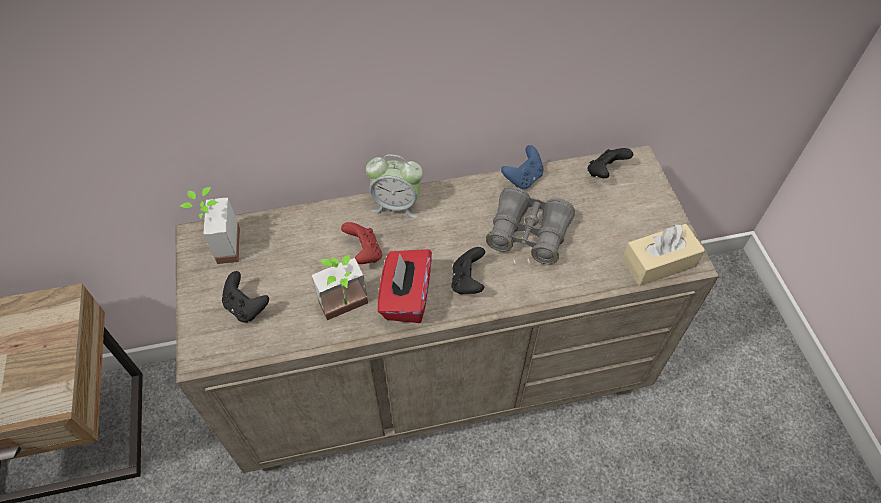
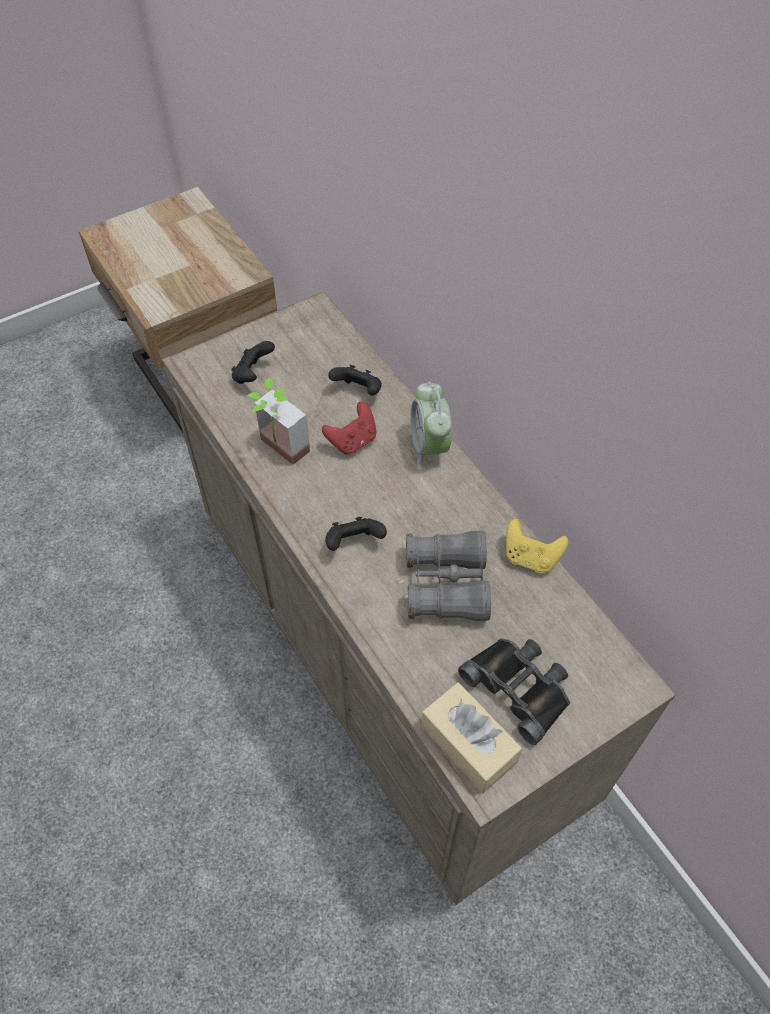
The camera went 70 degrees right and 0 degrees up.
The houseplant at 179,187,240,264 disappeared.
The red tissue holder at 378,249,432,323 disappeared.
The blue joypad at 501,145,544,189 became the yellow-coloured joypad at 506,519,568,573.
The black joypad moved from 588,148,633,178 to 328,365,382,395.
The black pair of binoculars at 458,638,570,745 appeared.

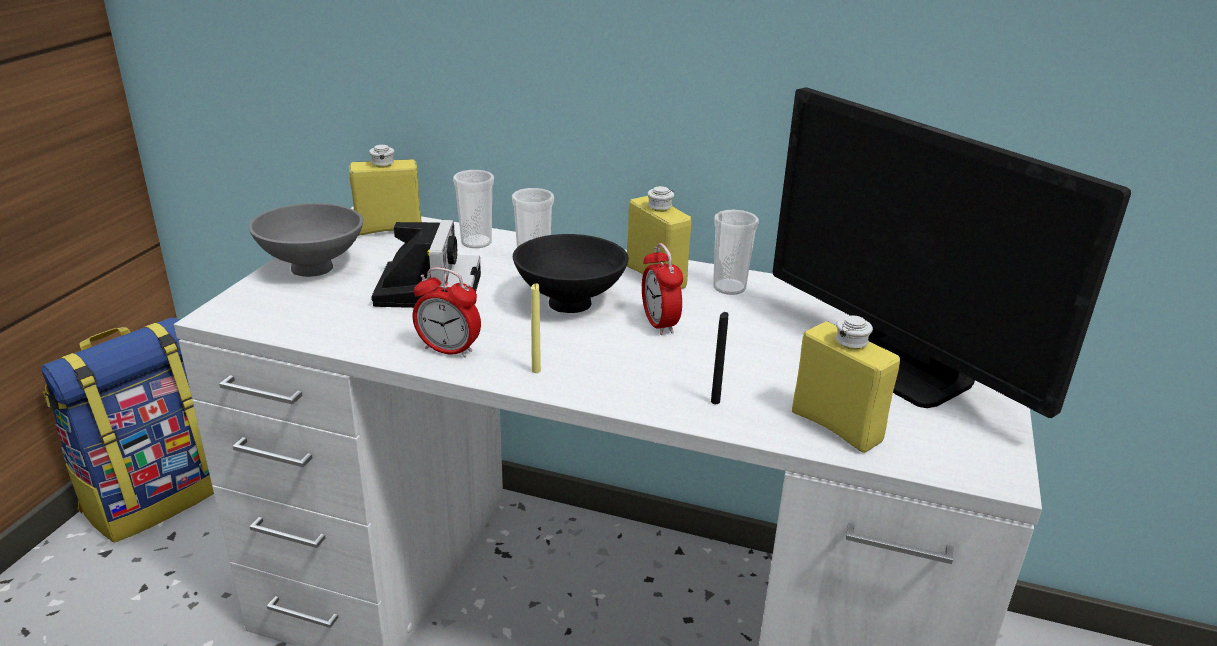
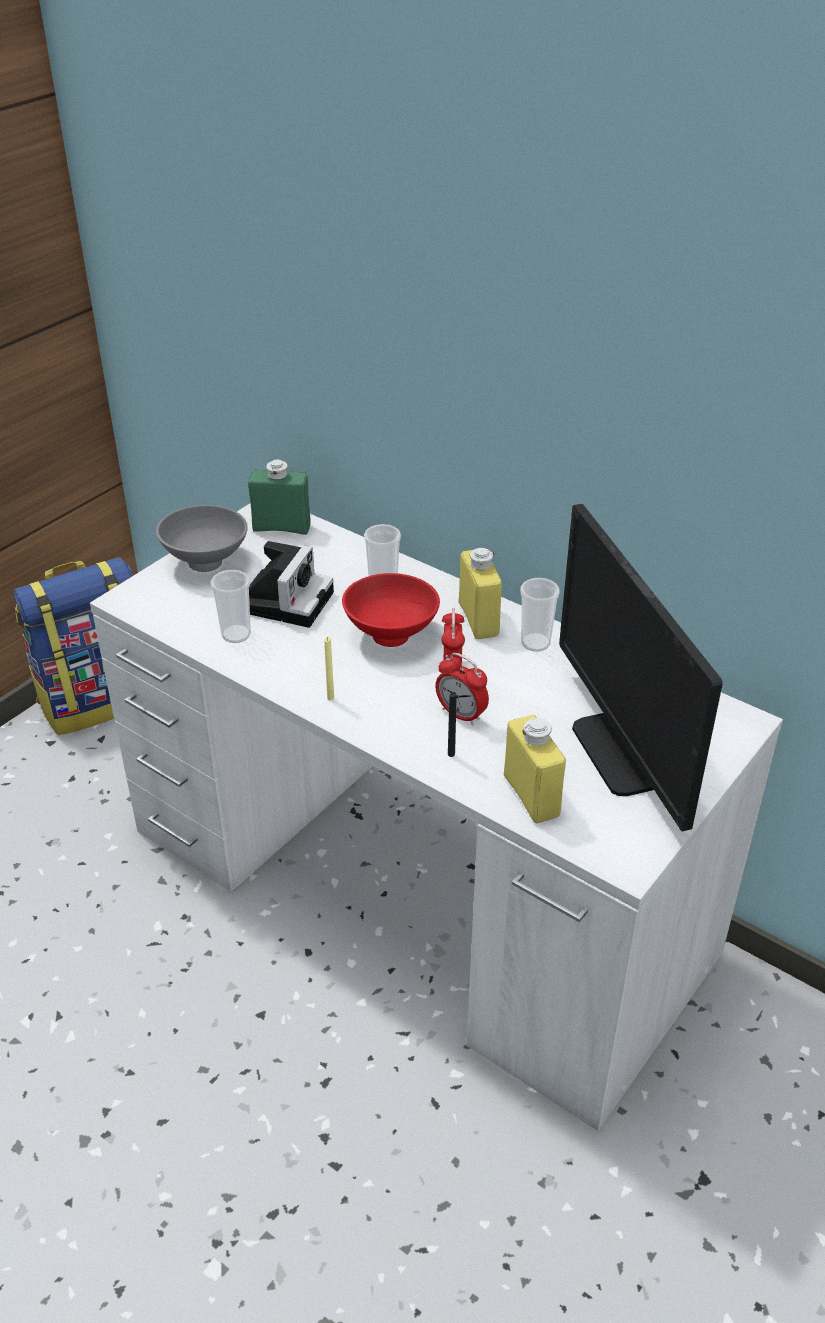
The camera went 20 degrees right and 10 degrees up.
The yellow-coloured beverage bottle at 349,145,422,236 became the green beverage bottle at 248,460,311,535.
The bedside clock moved from 413,267,481,358 to 435,653,489,725.
The drinking cup moved from 453,170,494,248 to 211,570,251,643.
The black deep dish at 513,234,629,313 became the red deep dish at 342,573,440,647.

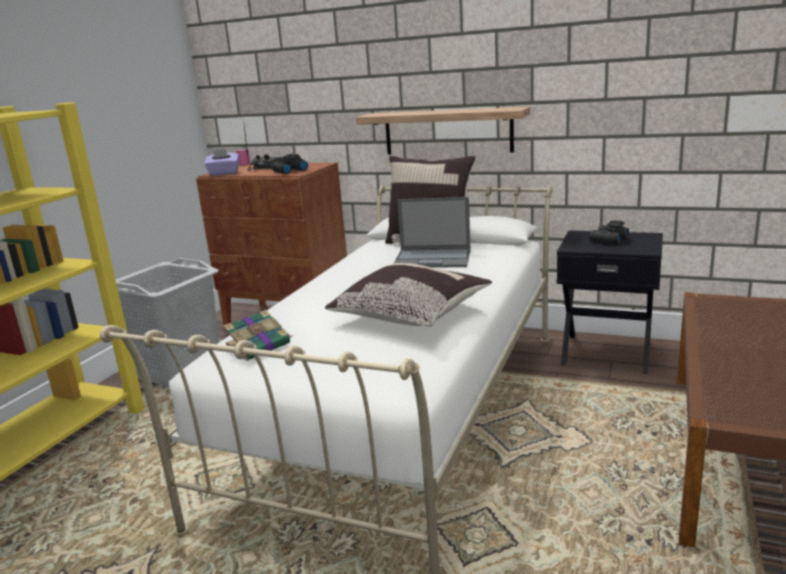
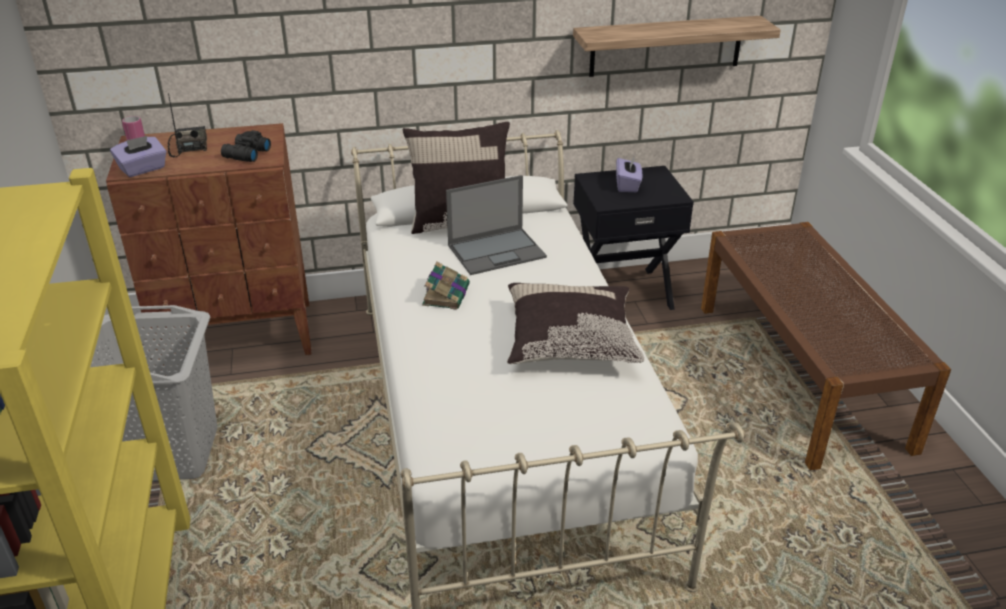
The camera went 35 degrees left and 15 degrees up.
The volume moved from 223,310,294,361 to 422,262,470,310.
The wall shelf moved from 356,107,530,155 to 573,16,781,77.
The black pair of binoculars at 589,220,629,244 was replaced by the purple tissue holder at 616,157,642,192.

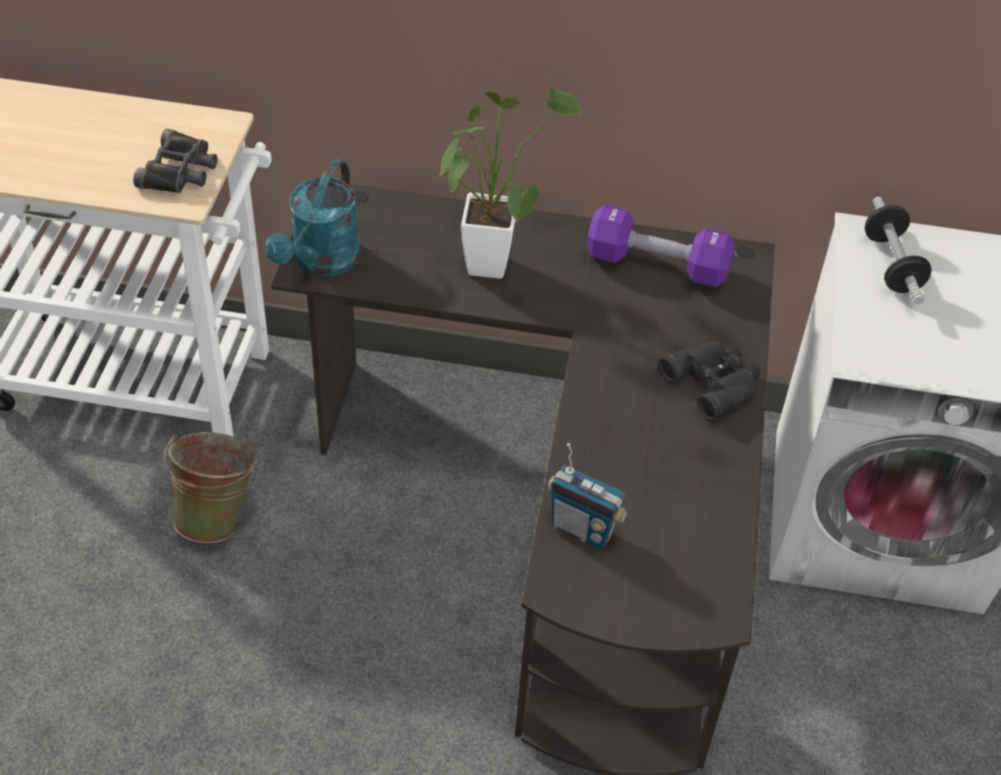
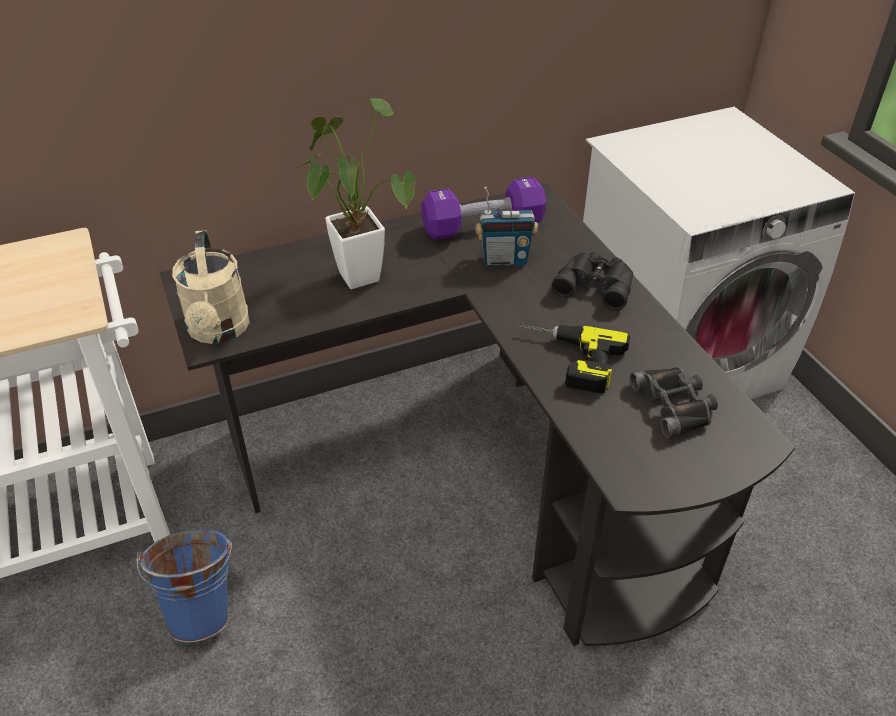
The camera went 30 degrees left and 5 degrees down.
The black pair of binoculars moved from 133,129,217,193 to 630,367,718,438.
The green bucket at 163,432,257,543 became the blue bucket at 137,529,232,643.
The turquoise watering pot at 265,159,360,277 became the sand-coloured watering pot at 172,230,250,344.
The radio receiver moved from 547,443,628,550 to 475,187,538,266.
The hand weight at 865,197,932,304 disappeared.
The drill at 519,324,630,393 appeared.

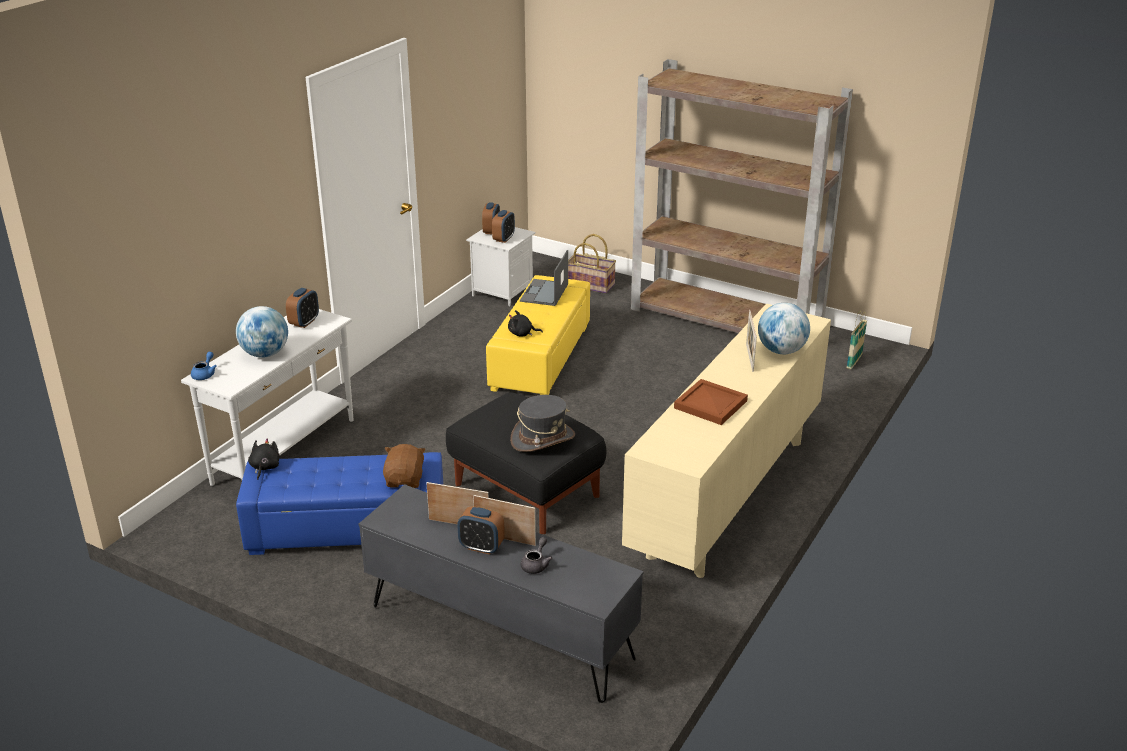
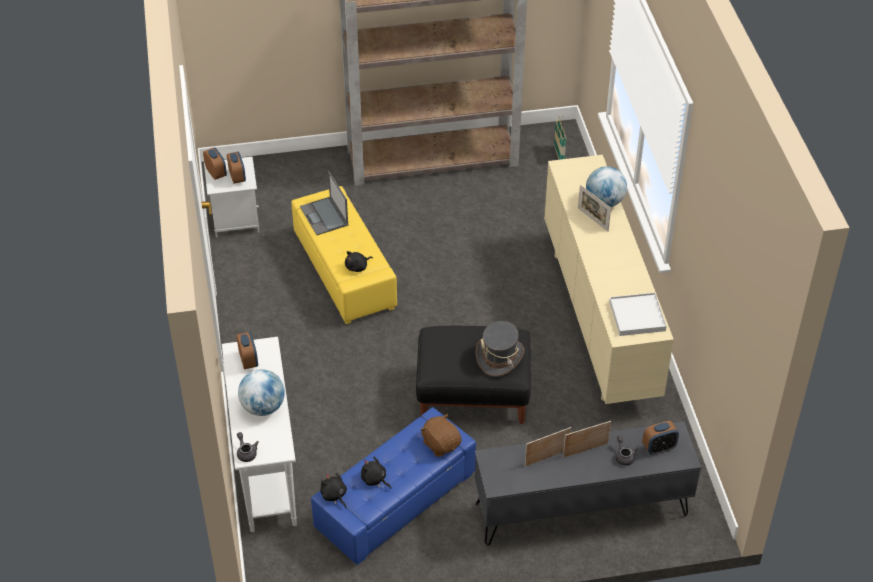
The camera went 40 degrees left and 15 degrees up.
The blue tea pot at 191,352,217,380 became the gray tea pot at 237,432,258,462.
The bedside clock moved from 457,506,505,555 to 643,421,679,455.
The household basket at 568,234,616,293 disappeared.
The brown-coloured tray at 674,379,748,425 disappeared.
The black plush toy at 361,457,391,489 appeared.
The whitish tray at 609,293,667,336 appeared.

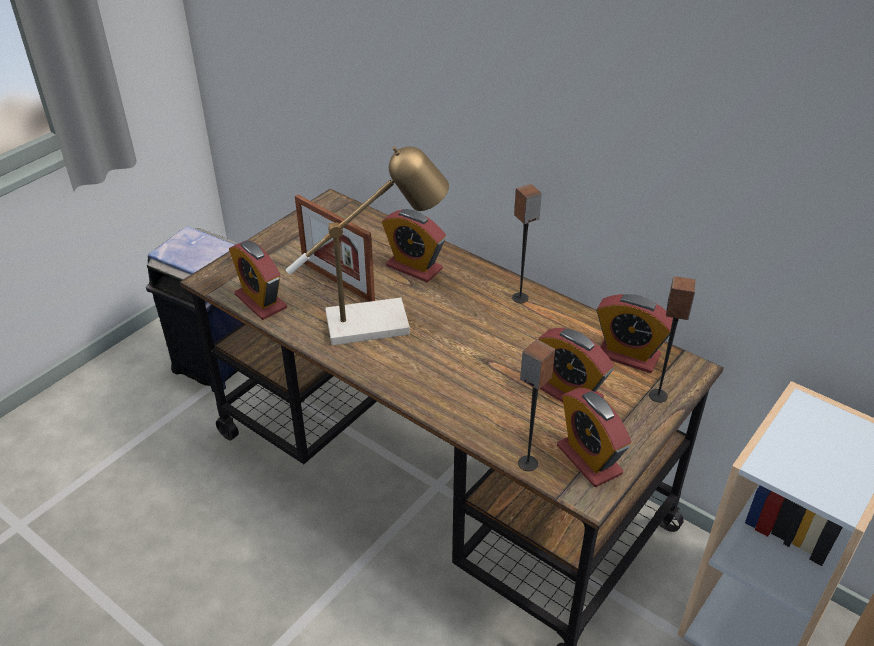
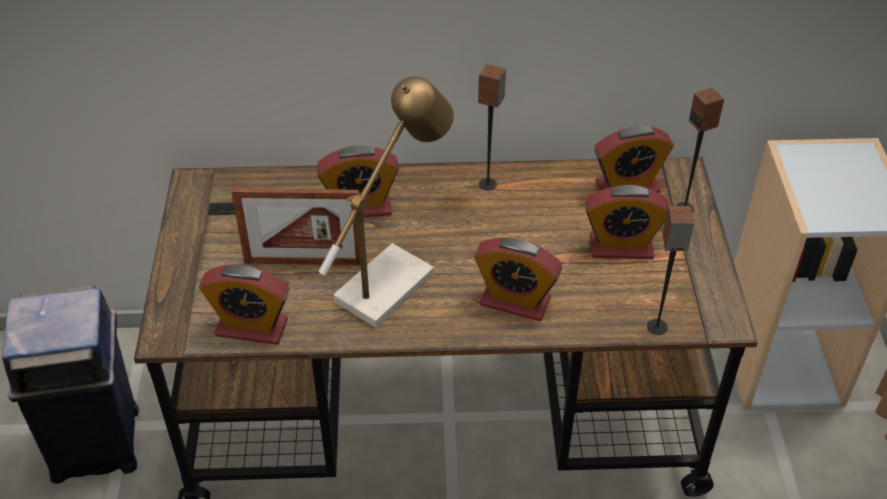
The camera went 40 degrees left and 5 degrees up.
The bedside clock moved from 557,388,631,487 to 474,237,562,321.

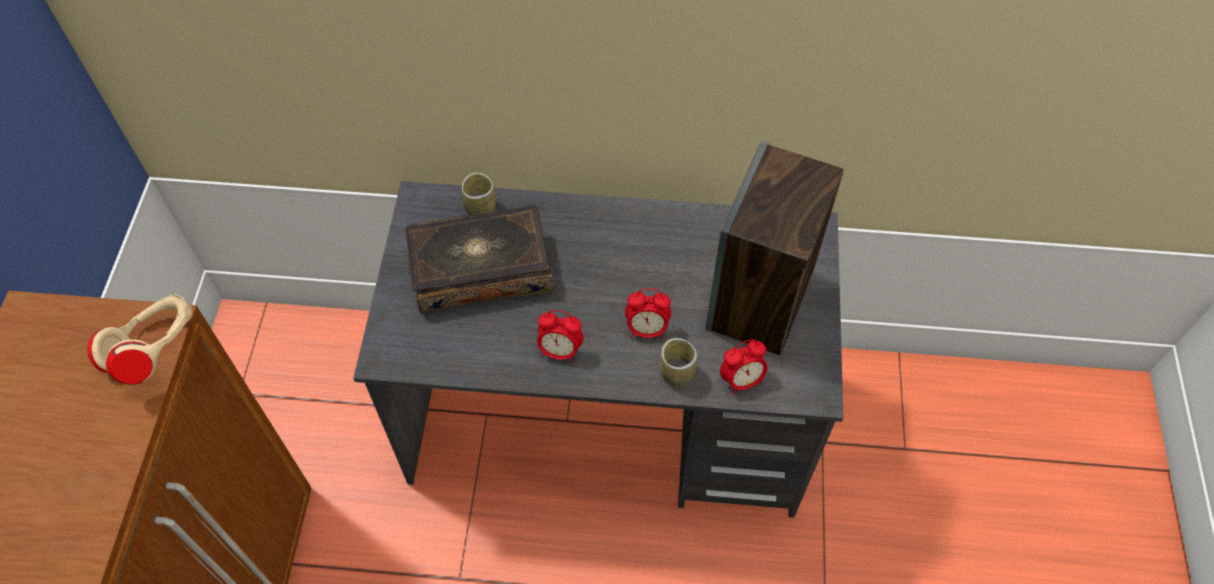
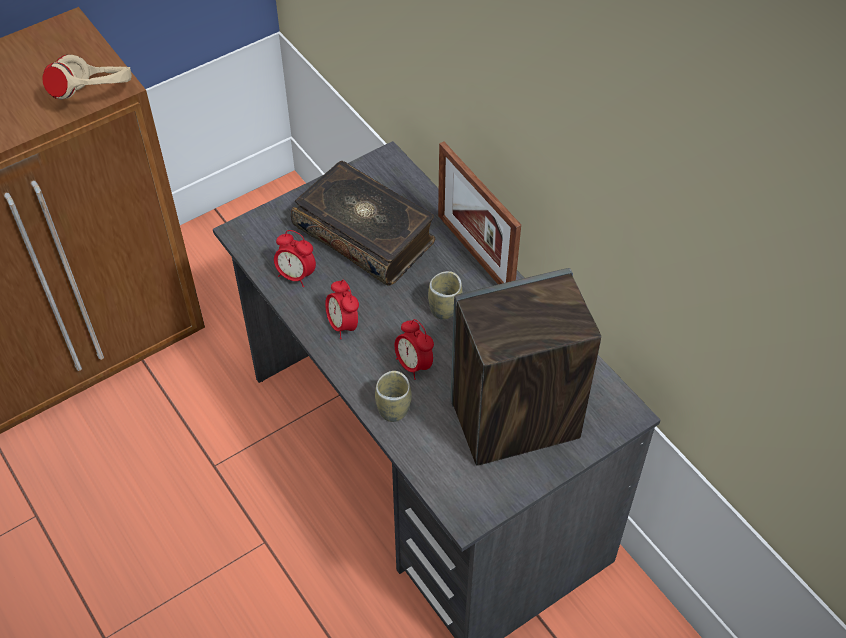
The camera went 50 degrees right and 5 degrees down.
The drinking cup moved from 462,173,496,216 to 428,271,462,320.
The bedside clock moved from 720,339,767,395 to 274,230,316,287.
The photo frame at 438,142,521,284 appeared.

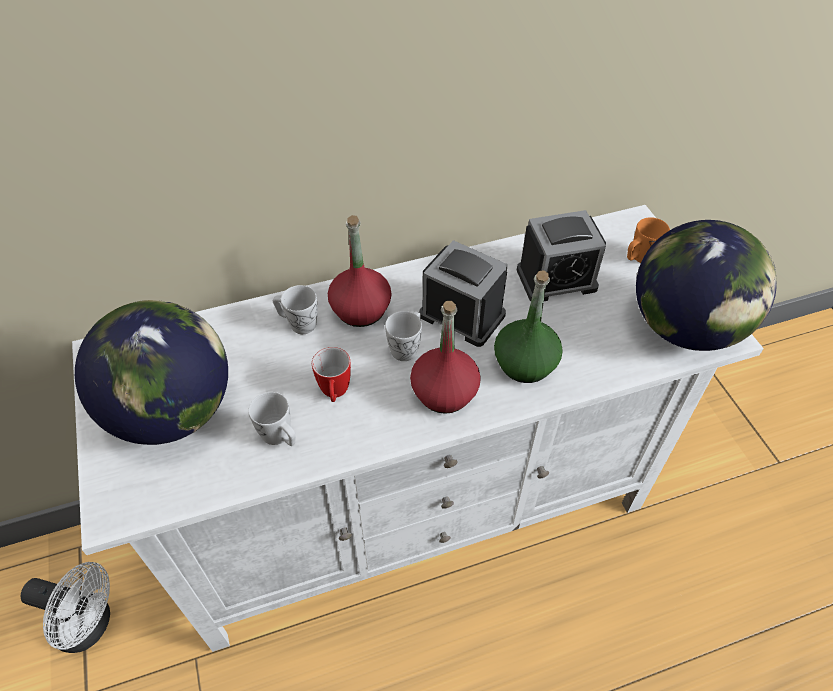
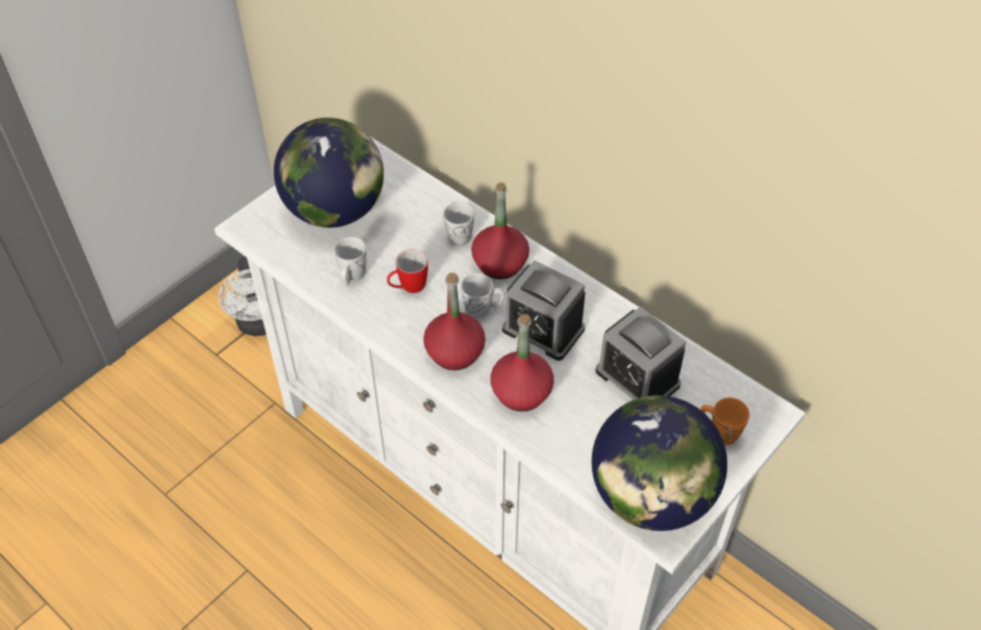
The camera went 60 degrees right and 0 degrees up.
The bedside clock at 419,240,508,347 turned 120 degrees clockwise.
The green beverage bottle at 494,270,563,383 became the red beverage bottle at 490,314,554,411.

